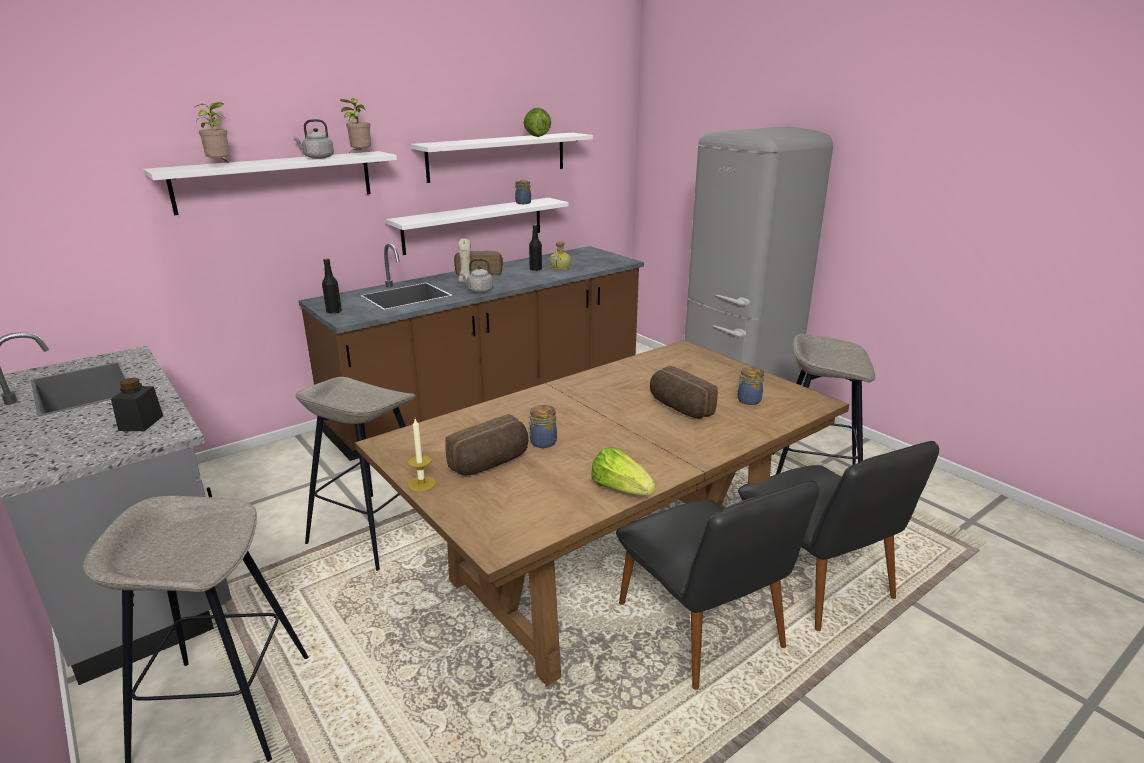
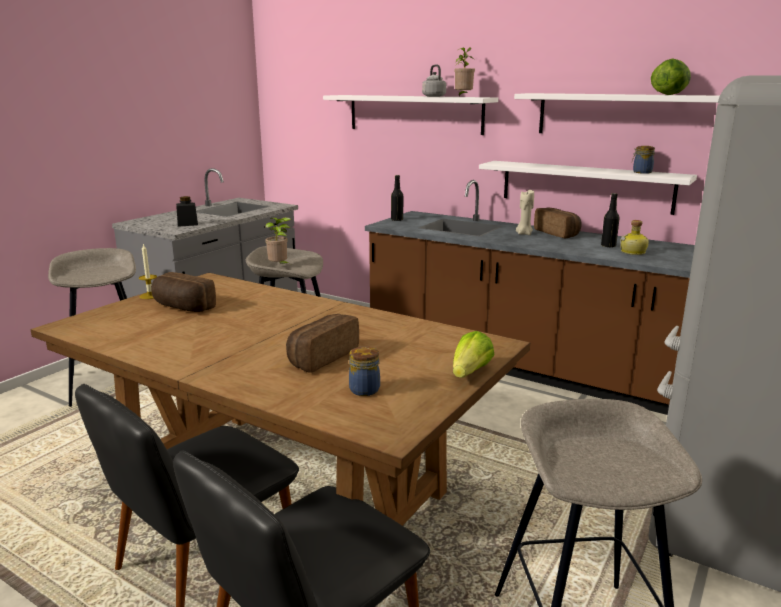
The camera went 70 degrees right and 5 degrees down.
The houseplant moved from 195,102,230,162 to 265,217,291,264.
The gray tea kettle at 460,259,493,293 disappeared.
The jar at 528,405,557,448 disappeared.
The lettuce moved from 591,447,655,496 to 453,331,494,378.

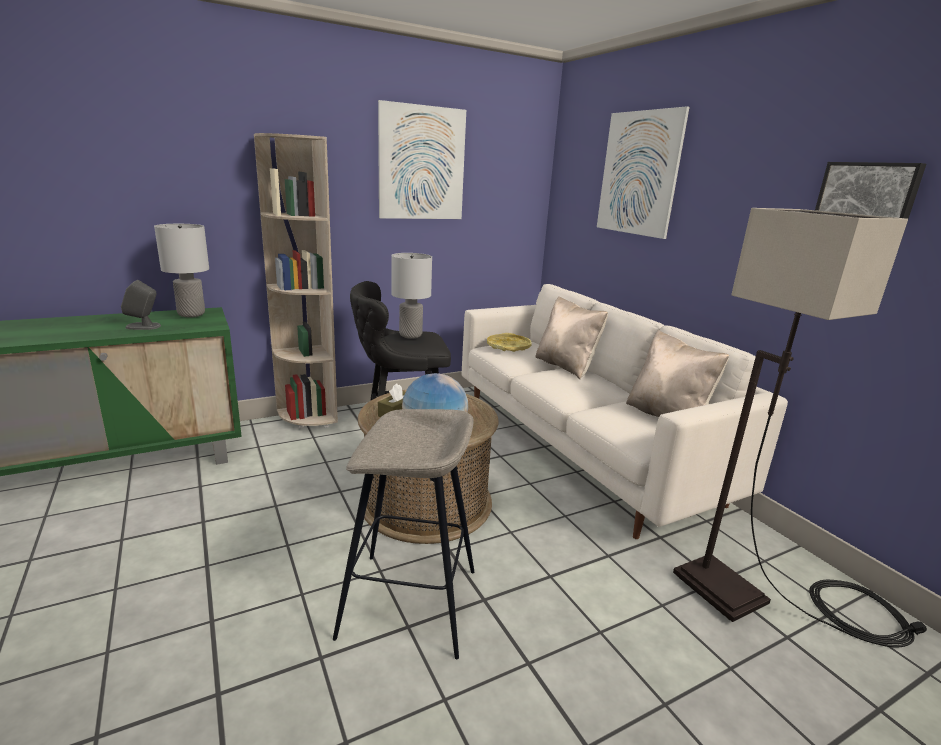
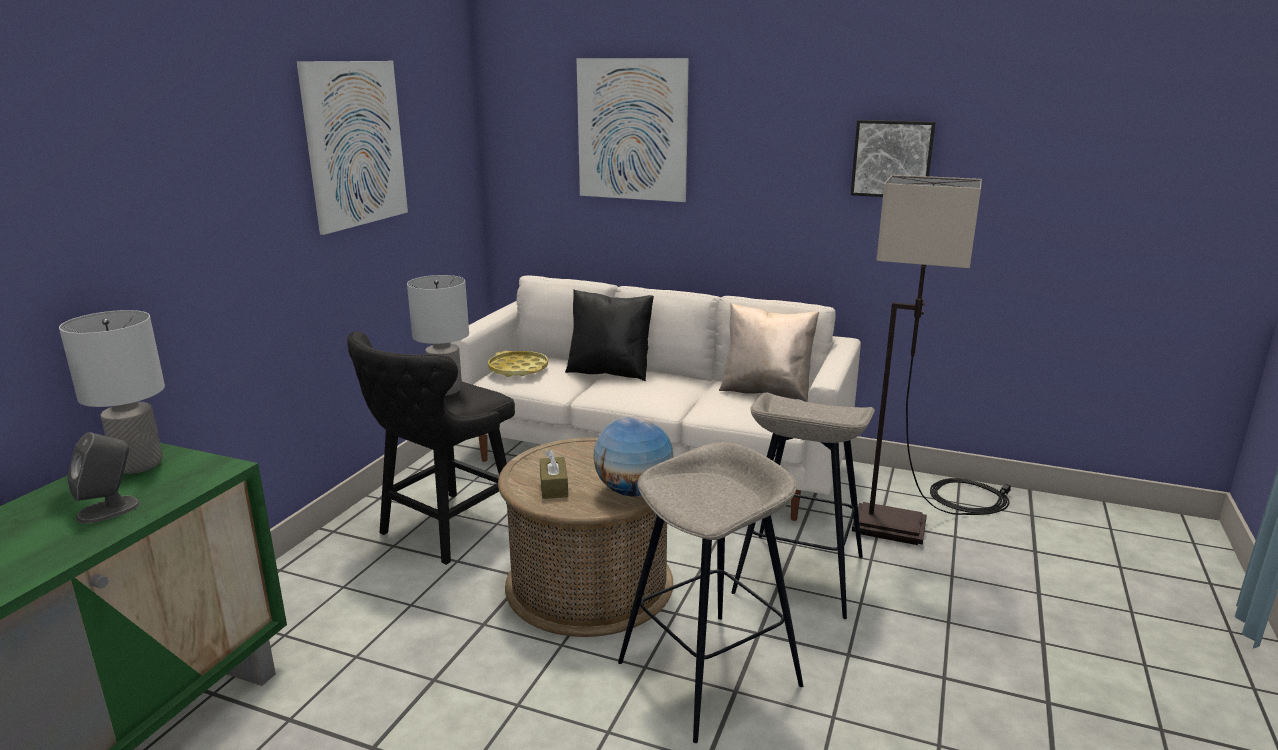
The camera went 40 degrees left and 0 degrees up.
The sand-coloured shelving unit at 254,133,338,429 disappeared.
The sand-coloured cushion at 536,296,608,379 became the black cushion at 565,289,654,381.
The gray sitting stool at 731,392,875,619 appeared.

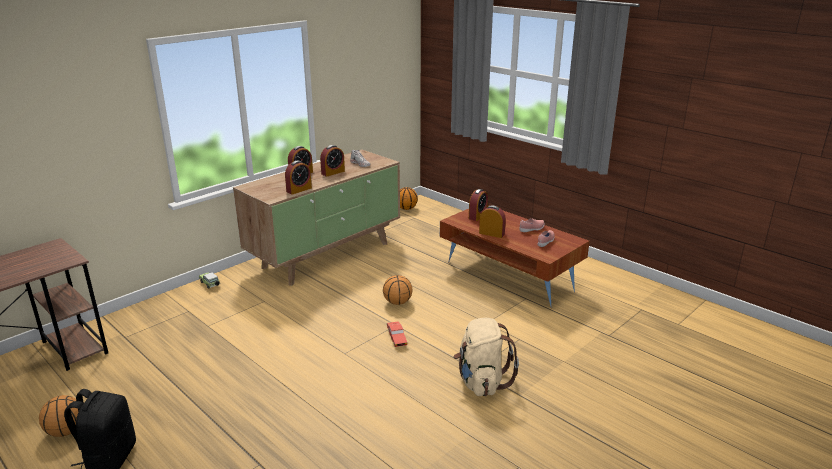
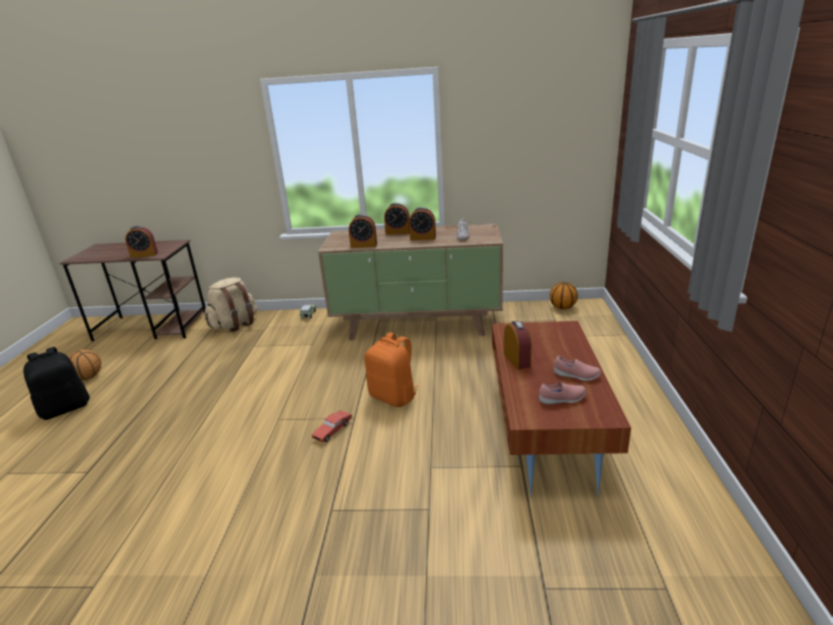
The camera went 50 degrees right and 0 degrees up.
The basketball at 383,275,412,305 was replaced by the orange knapsack at 364,332,419,407.
The sand-coloured knapsack moved from 454,318,519,396 to 205,277,258,332.
The bedside clock moved from 469,189,488,221 to 125,226,158,258.

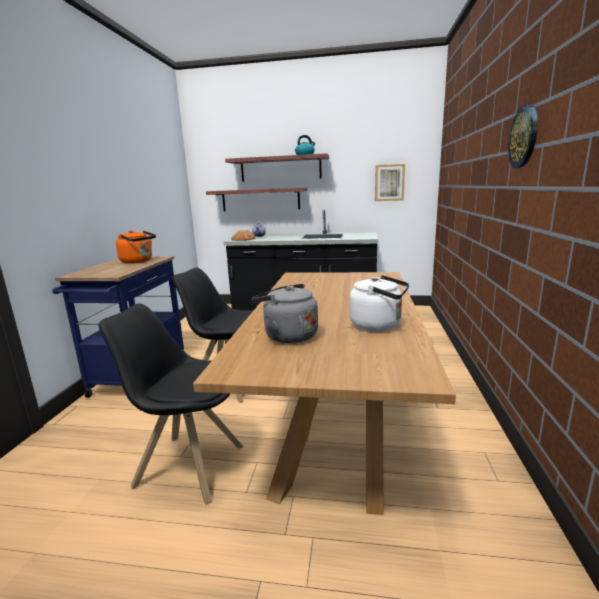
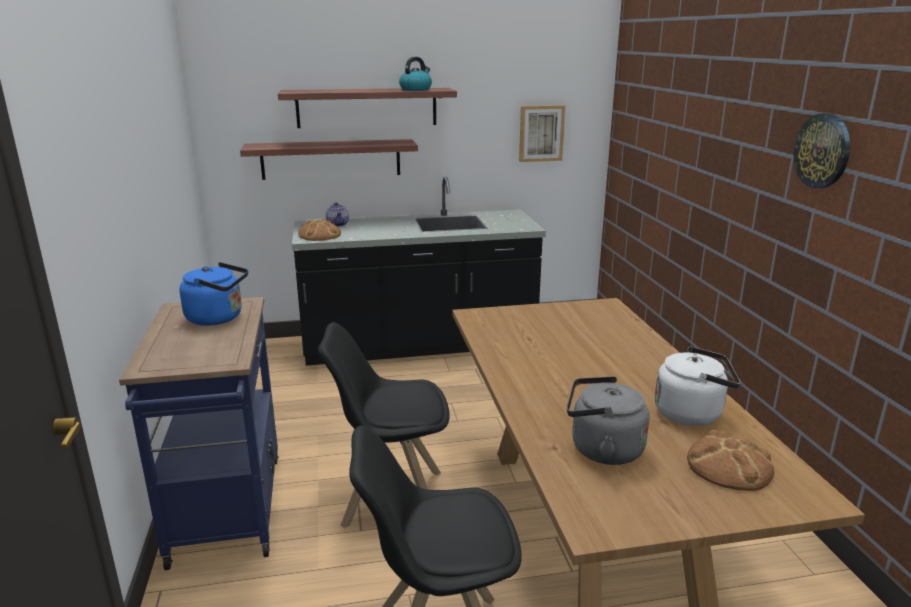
The camera went 20 degrees left and 5 degrees up.
The orange tea kettle at 116,230,156,263 became the blue tea kettle at 179,262,248,326.
The bread at 687,430,774,491 appeared.

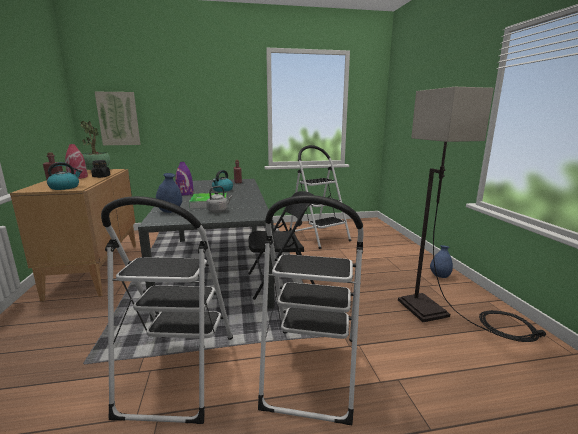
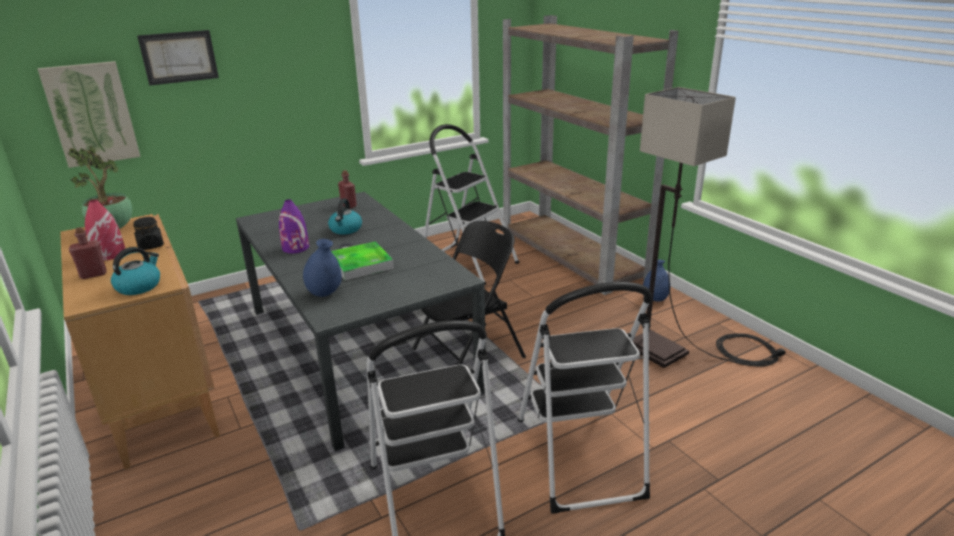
The camera went 20 degrees left and 10 degrees up.
The gray tea kettle at 206,186,232,213 disappeared.
The picture at 137,30,219,85 appeared.
The brown-coloured shelving unit at 503,15,679,295 appeared.

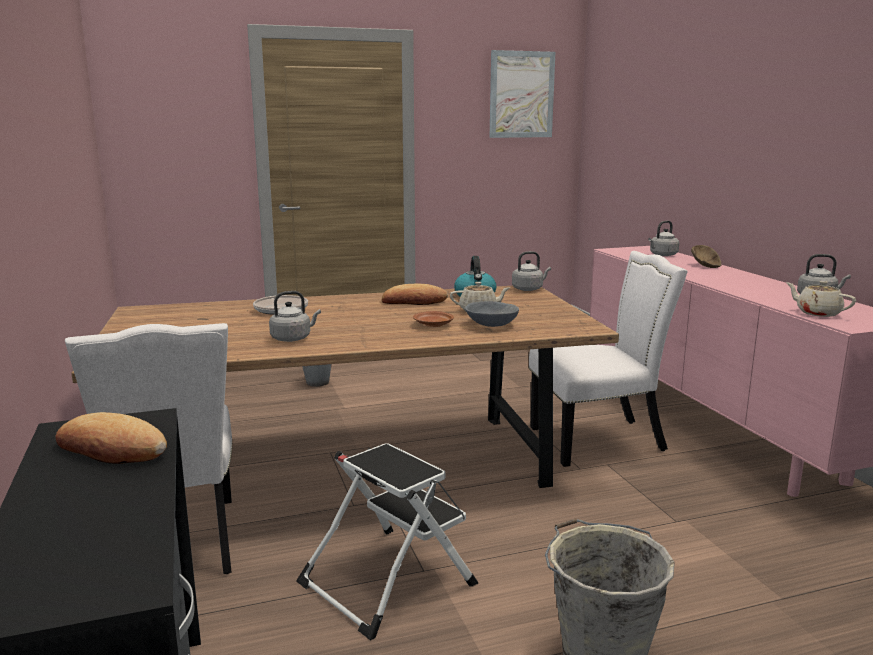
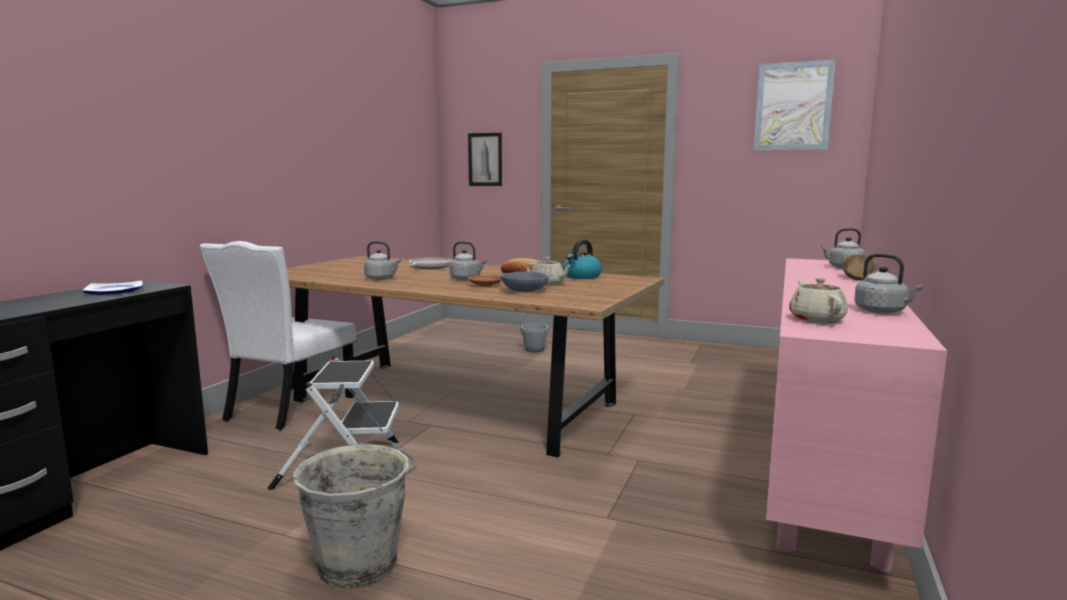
The camera went 40 degrees right and 5 degrees down.
The bread at 55,412,167,464 was replaced by the plate at 82,280,143,295.
The gray tea kettle moved from 512,251,551,291 to 450,241,487,280.
The whitish upright chair at 528,251,688,467 disappeared.
The picture at 468,133,502,186 appeared.

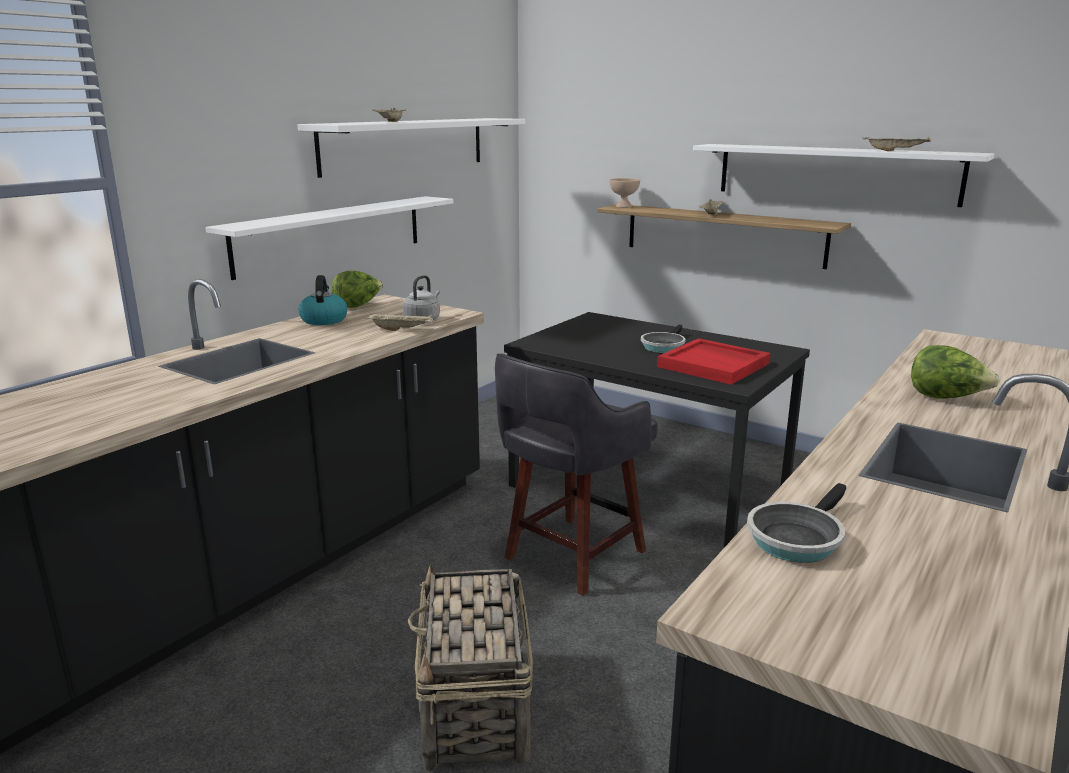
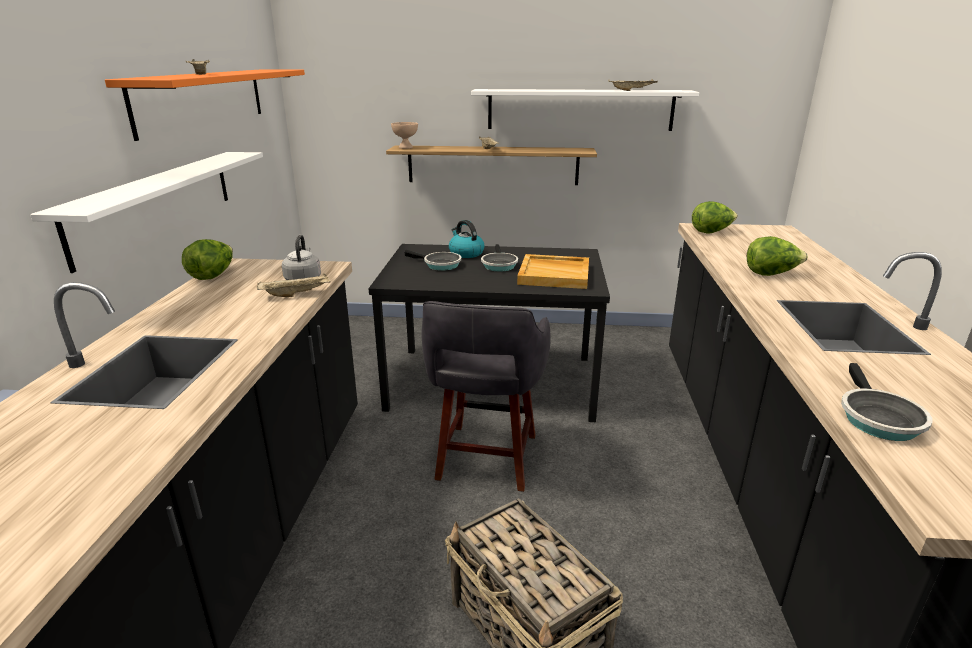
The camera went 30 degrees left and 5 degrees up.
The whitish wall shelf at 298,118,525,178 became the orange wall shelf at 105,70,305,141.
The tea kettle moved from 299,275,348,325 to 449,220,484,258.
The red tray at 657,338,770,385 became the sand-coloured tray at 517,254,589,289.
The skillet at 405,250,461,271 appeared.
The lettuce at 692,201,738,233 appeared.

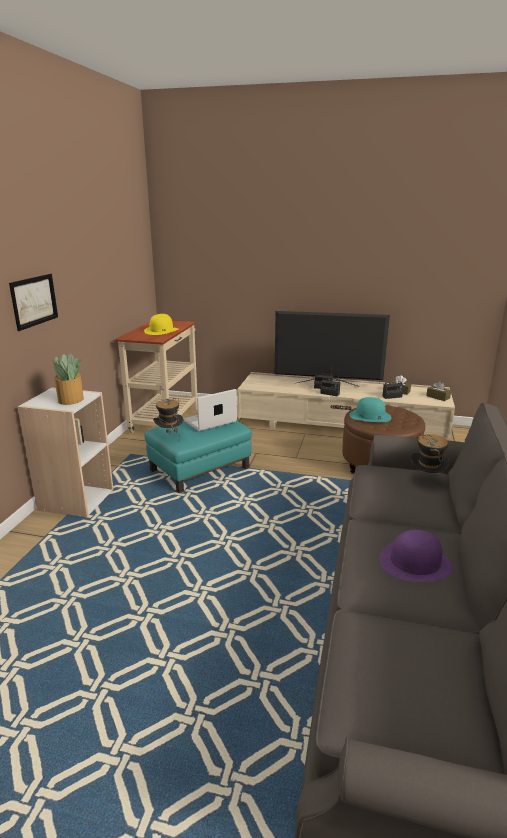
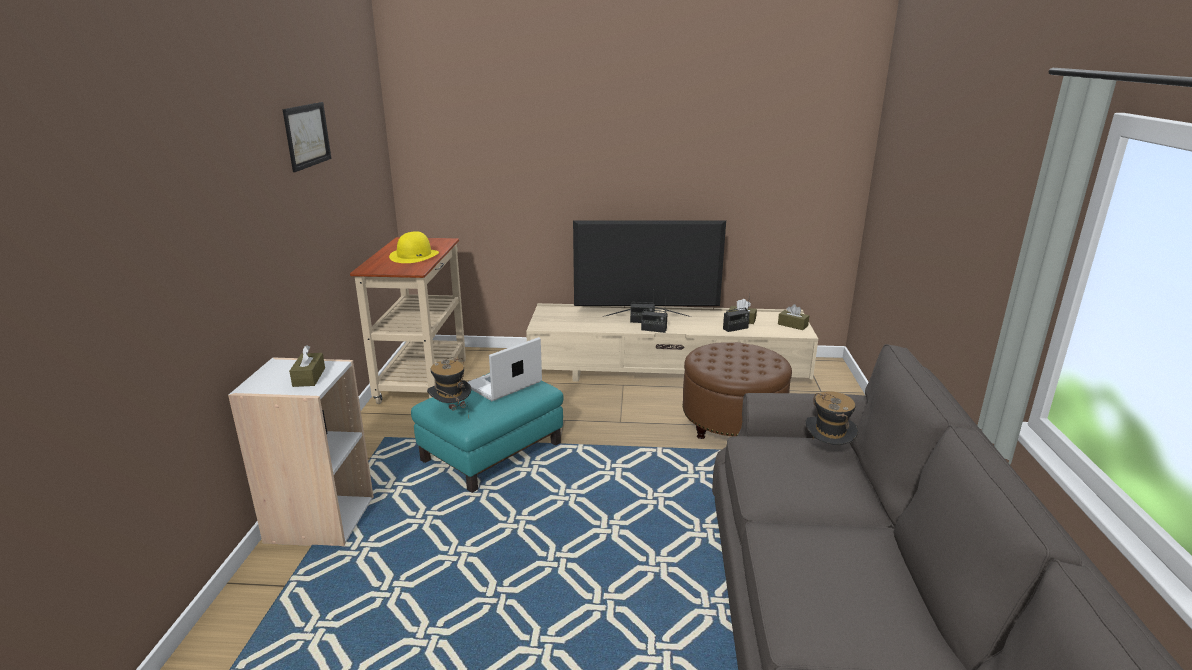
The camera went 10 degrees left and 0 degrees up.
The picture moved from 9,274,58,331 to 282,102,331,172.
The houseplant at 52,353,84,405 was replaced by the brown-coloured tissue holder at 289,345,325,387.
The turquoise wearable hat at 349,397,391,422 disappeared.
The purple wearable hat at 379,530,452,582 disappeared.

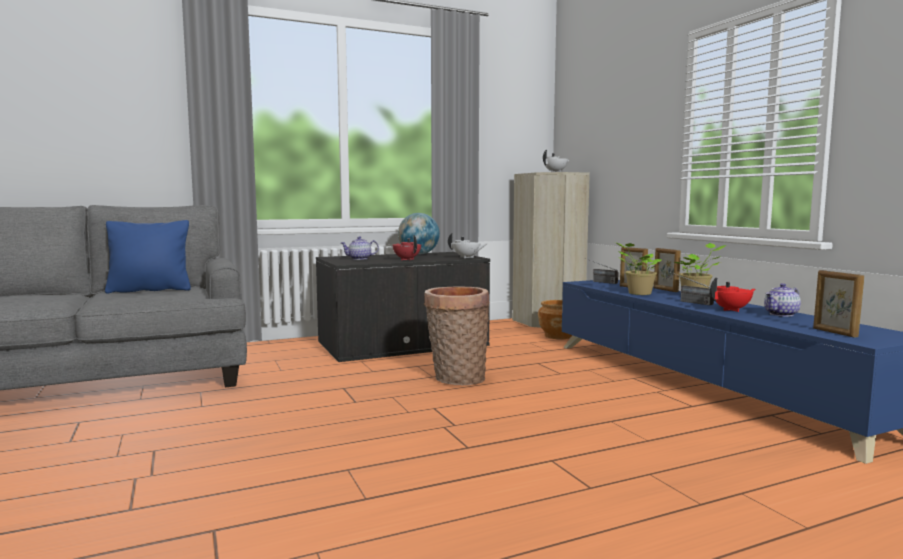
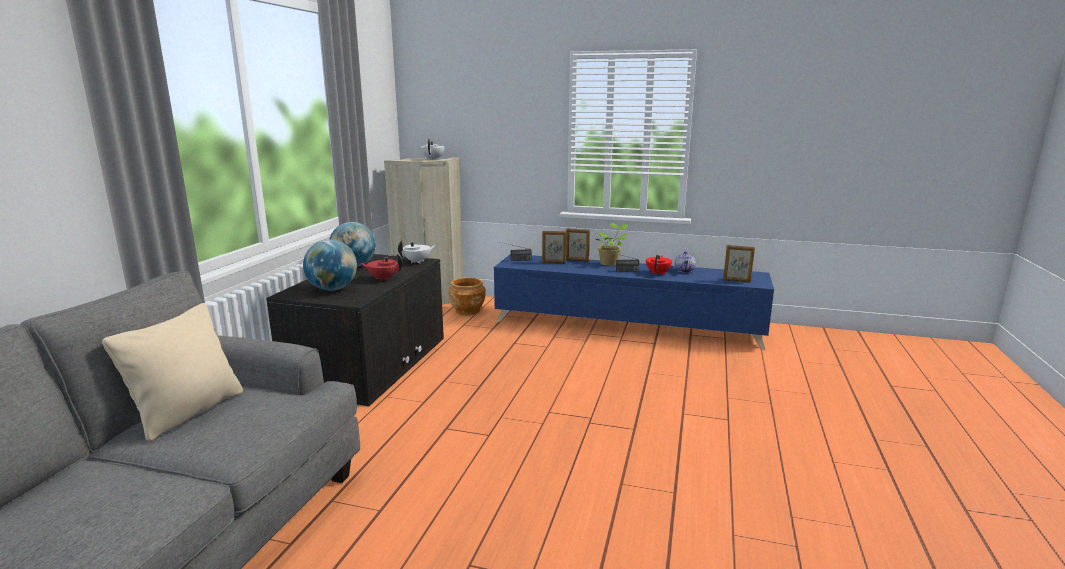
The camera went 50 degrees left and 10 degrees up.
The blue cushion at 105,220,191,294 became the sand-coloured cushion at 102,303,243,442.
The tea pot at 341,236,379,260 was replaced by the globe at 303,239,357,291.
The household basket at 424,286,490,385 disappeared.
The houseplant at 615,242,662,295 disappeared.

